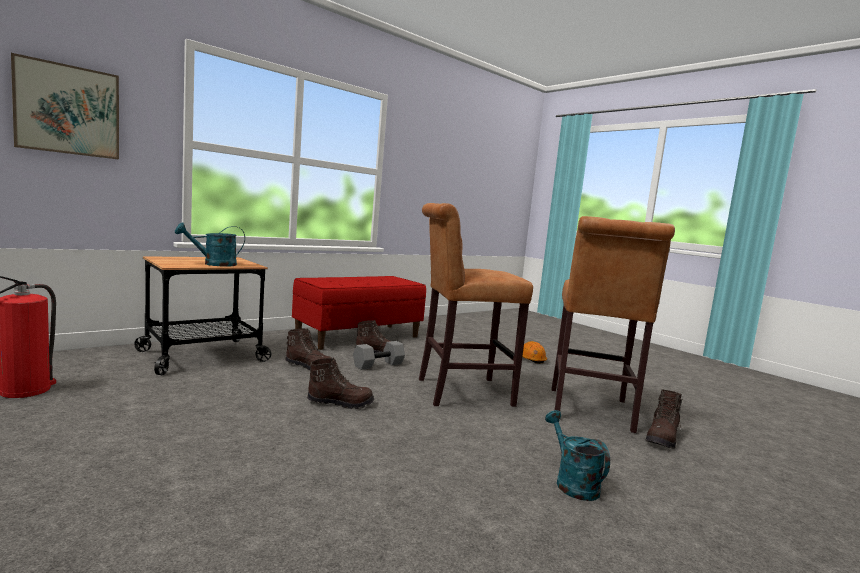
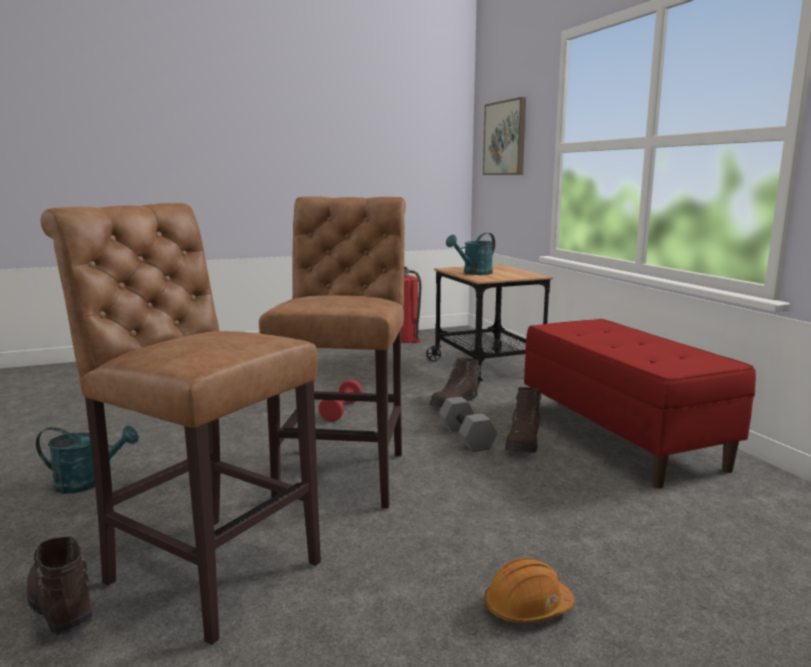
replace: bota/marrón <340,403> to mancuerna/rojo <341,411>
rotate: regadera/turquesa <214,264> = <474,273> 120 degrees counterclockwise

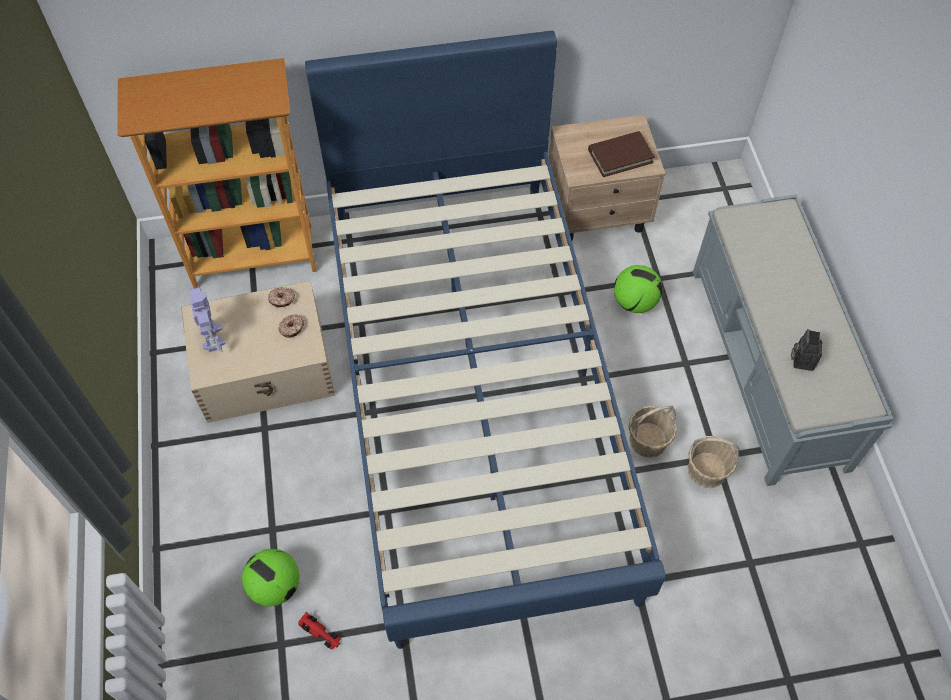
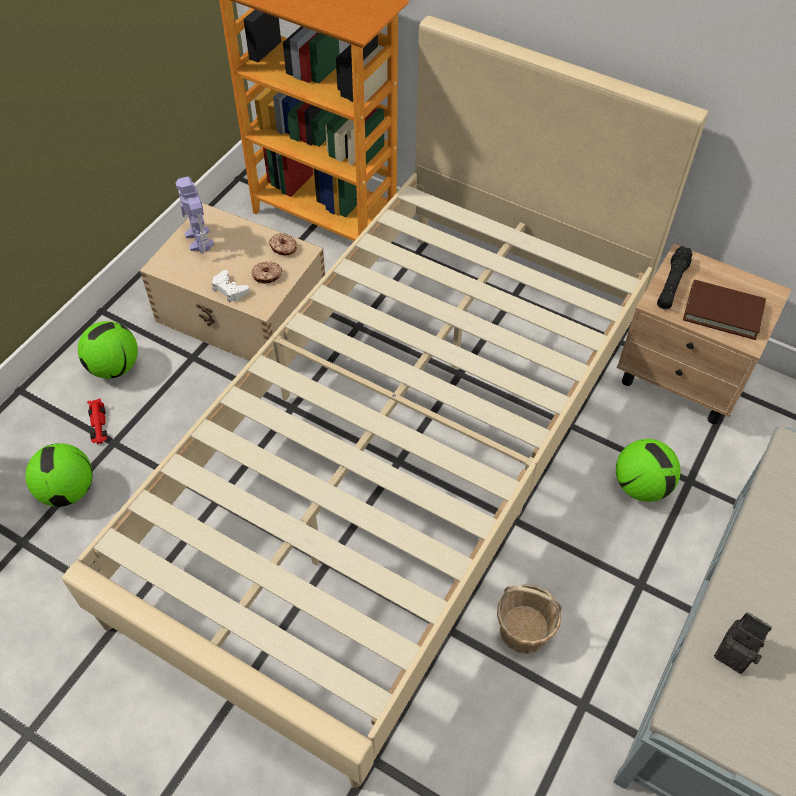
delete: cesta <707,470>
insert: balón de fútbol <115,367>; mando de consola/blanco <229,289>; linterna/negro <672,284>
move: coche de juguete/rojo <320,633> to <98,425>
recolor: cama/azul <475,392> to cama/beis <398,456>
rotate: robot de juguete <212,336> = <199,240> 135 degrees clockwise; cámara <801,359> = <736,653> 75 degrees clockwise

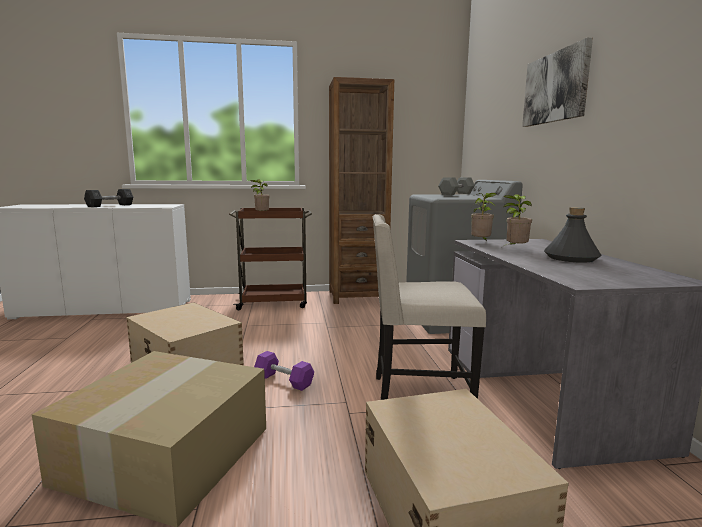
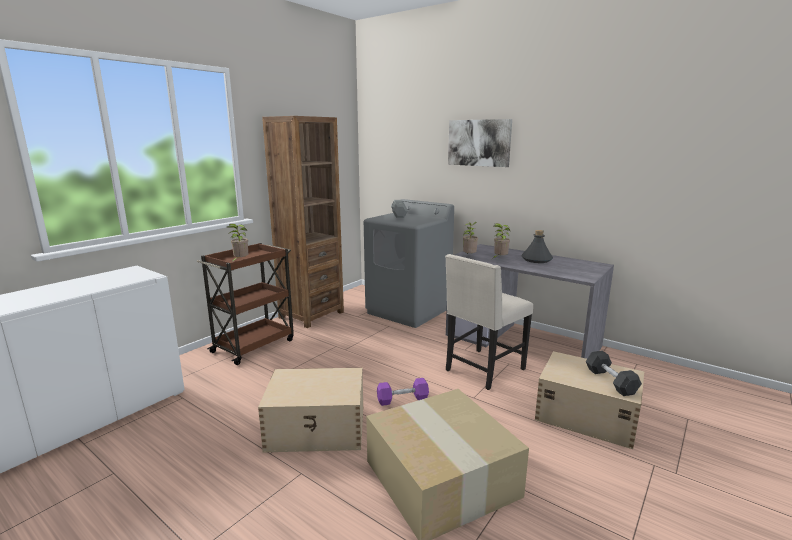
move: mancuerna/gris <110,205> to <610,381>

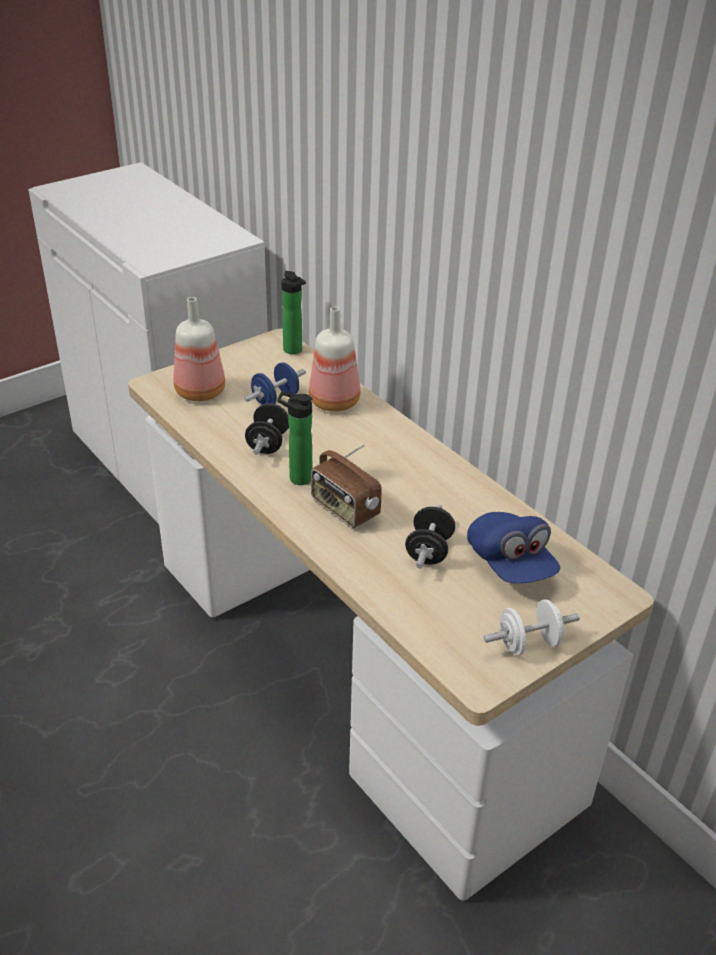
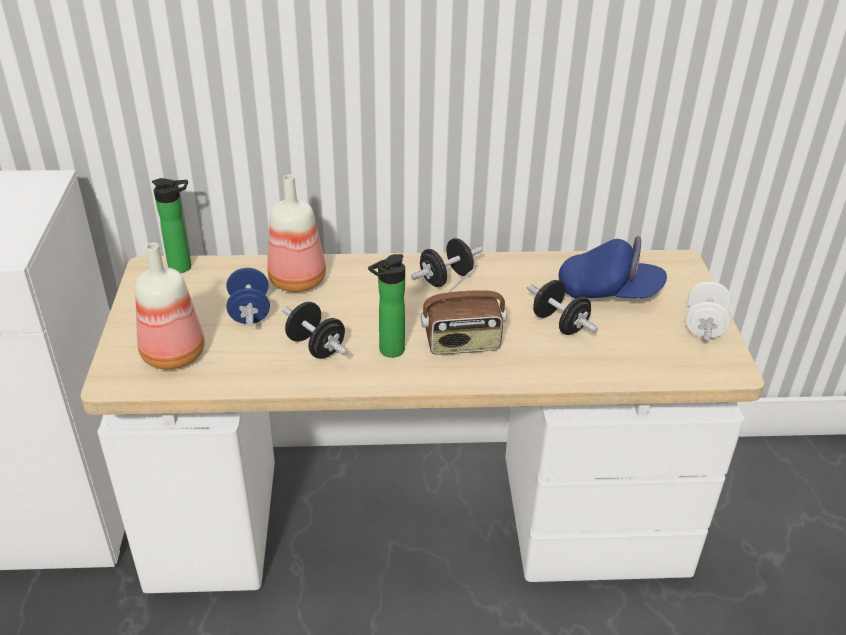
insert: mancuerna/negro <446,278>

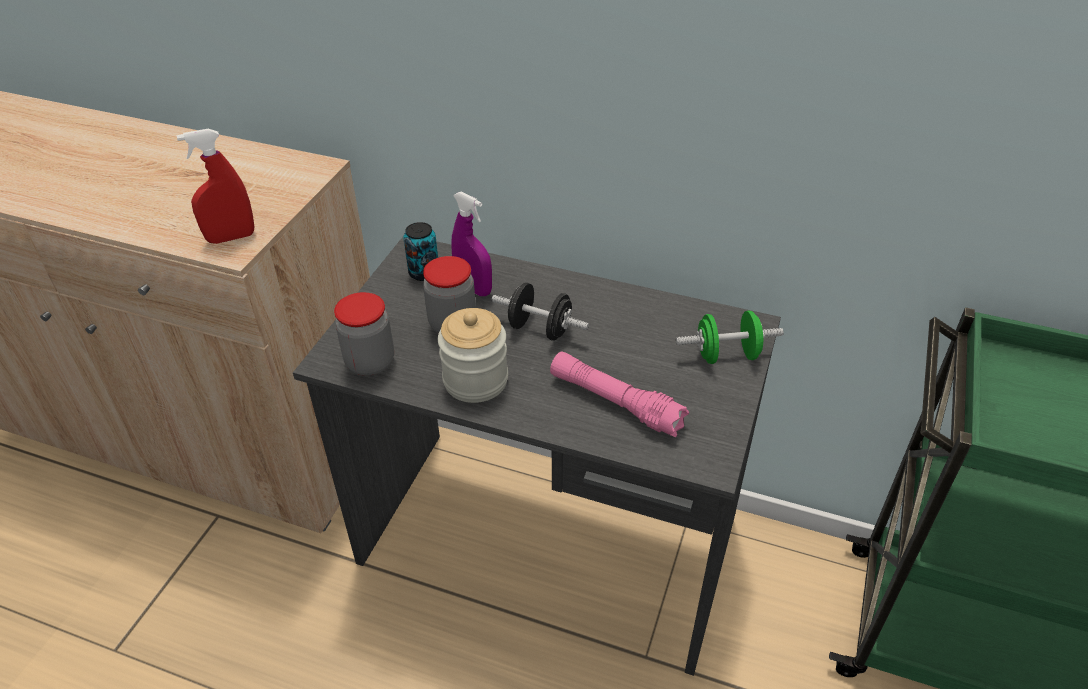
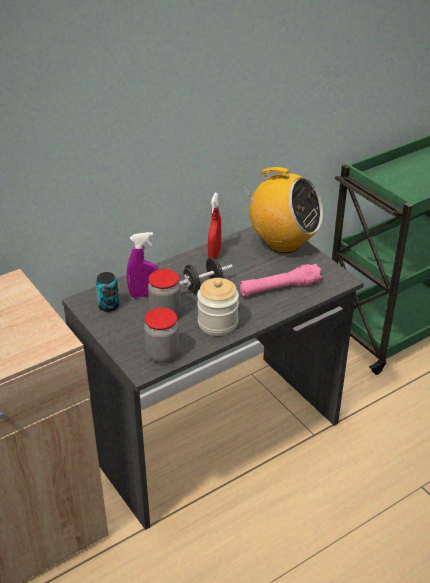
move: pulverizador/rojo <231,237> to <214,254>
replace: mancuerna/verde <726,355> to radio <283,243>

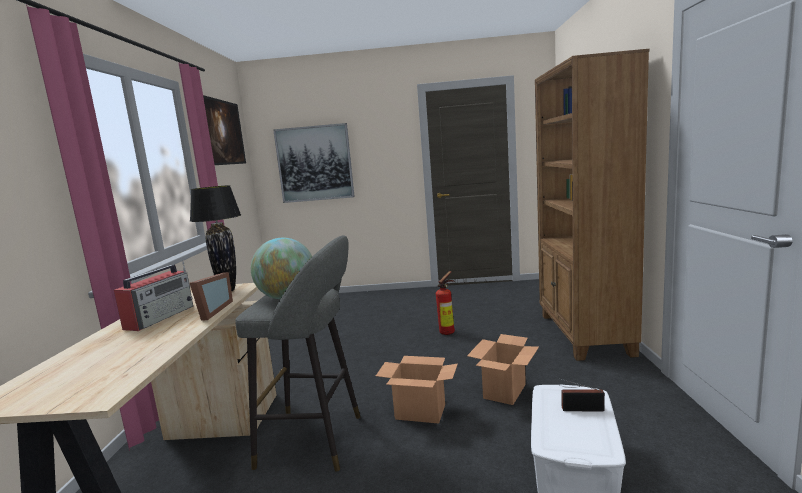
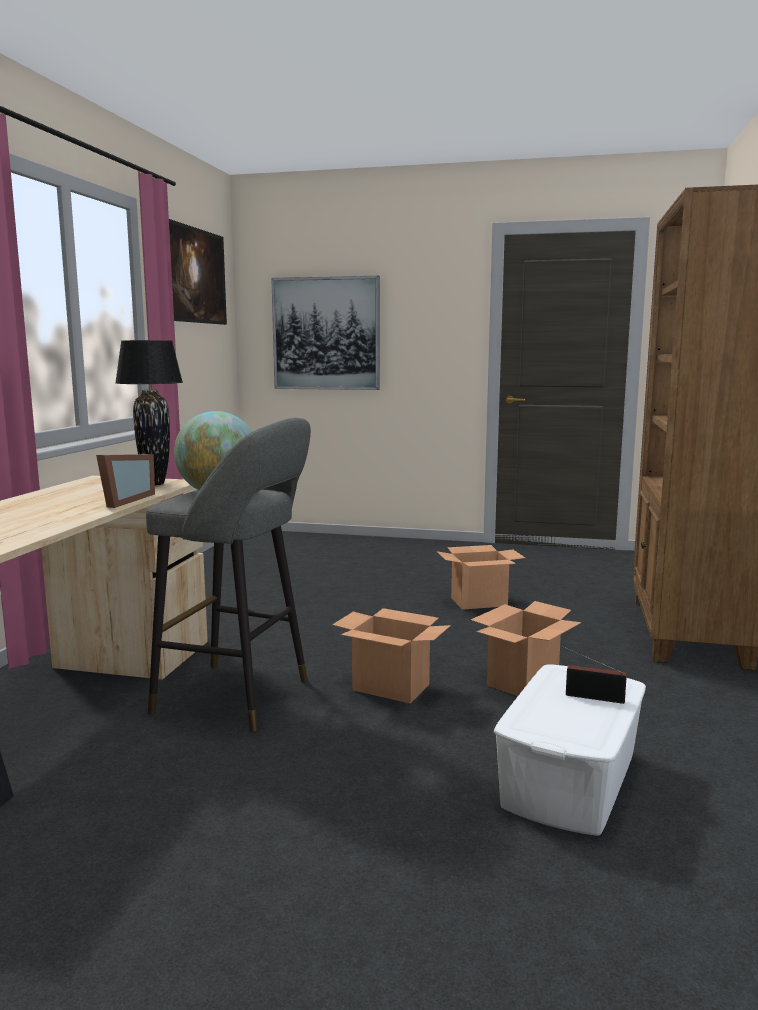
delete: radio <161,317>
replace: extintor <449,332> to caja de cartón <479,602>

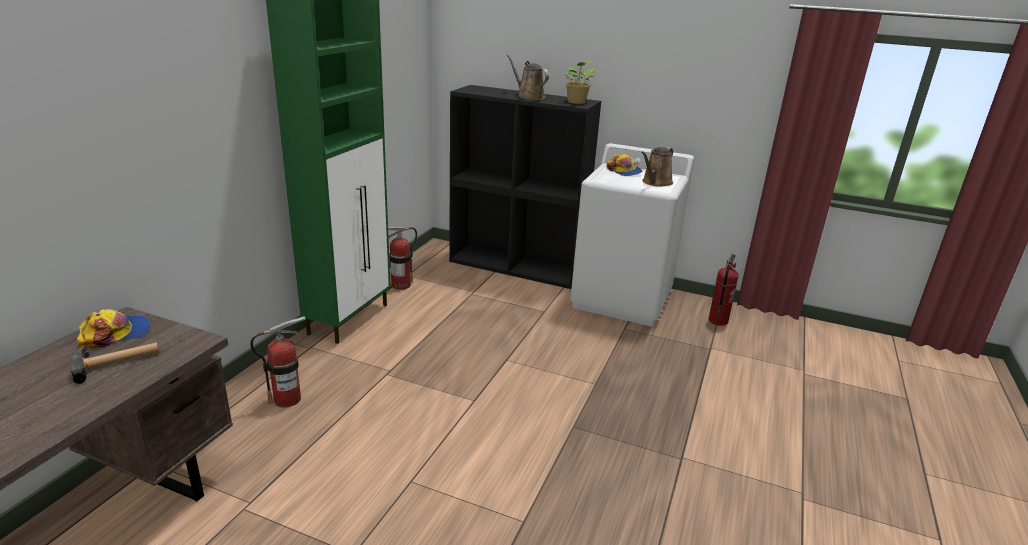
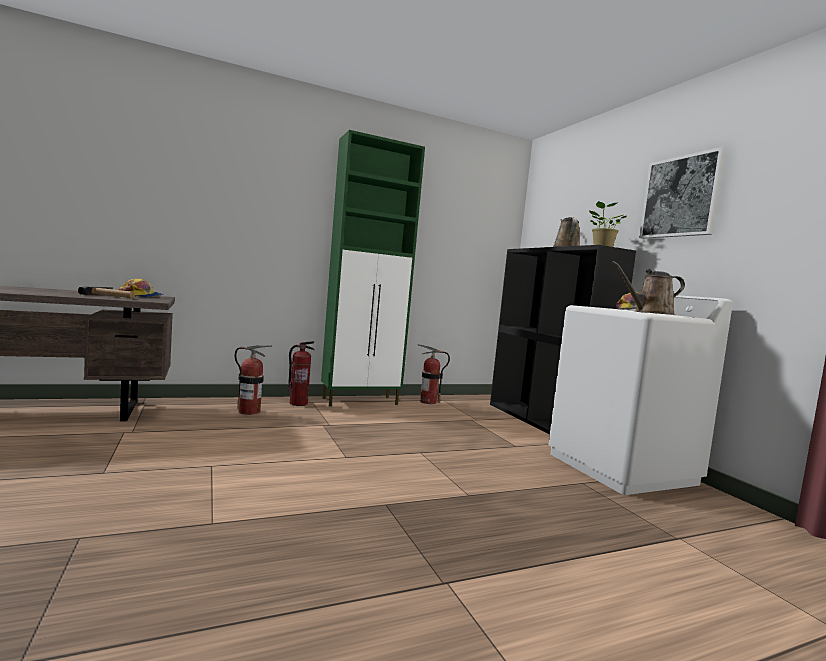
insert: cuadro <681,197>
move: extintor <717,320> to <298,403>

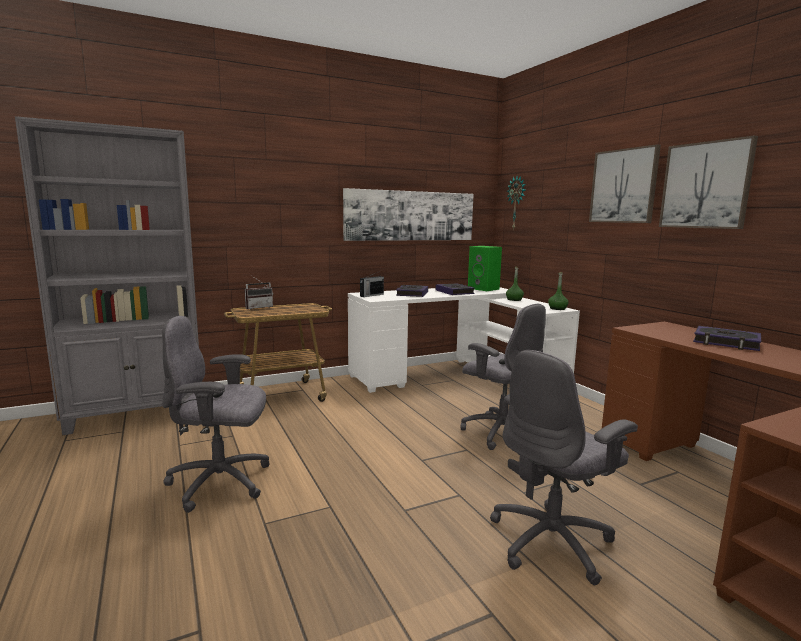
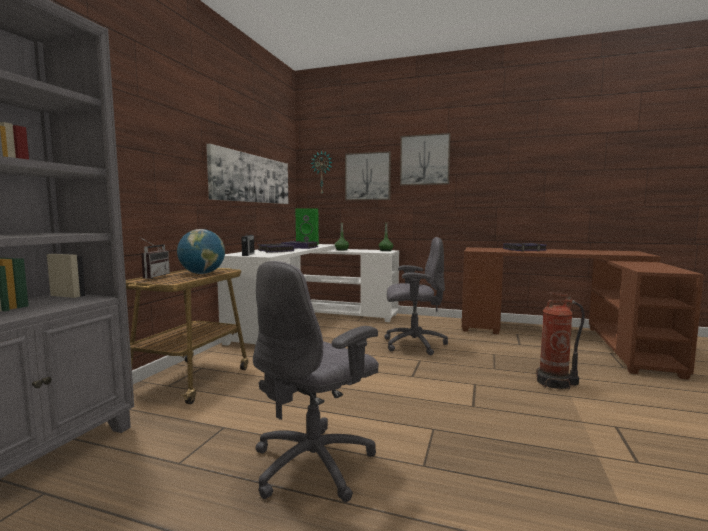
insert: globo terráqueo <202,273>
move: cuadro <705,185> to <368,176>
replace: silla de oficina/gris <552,541> to extintor <555,383>

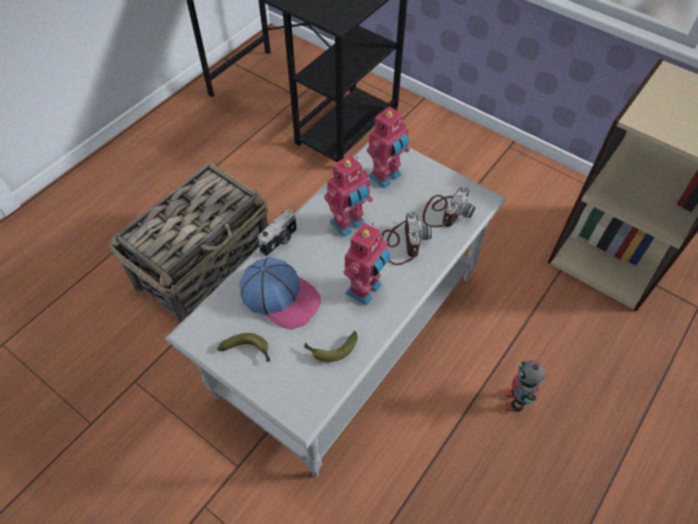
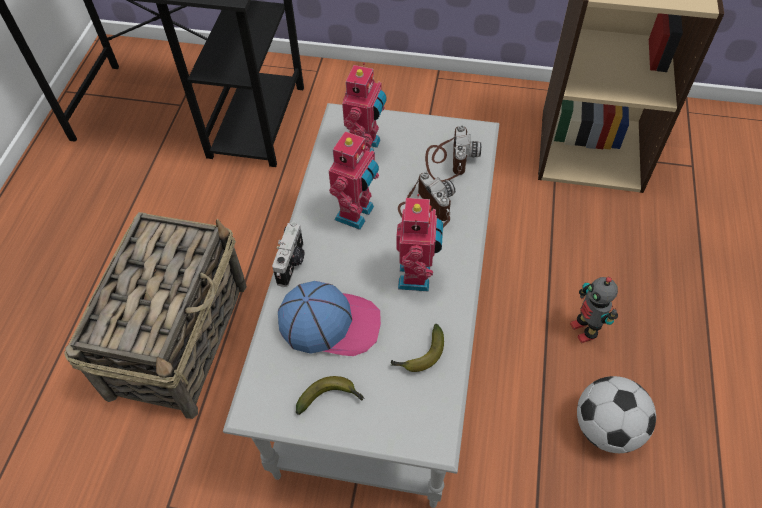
insert: balón de fútbol <606,428>

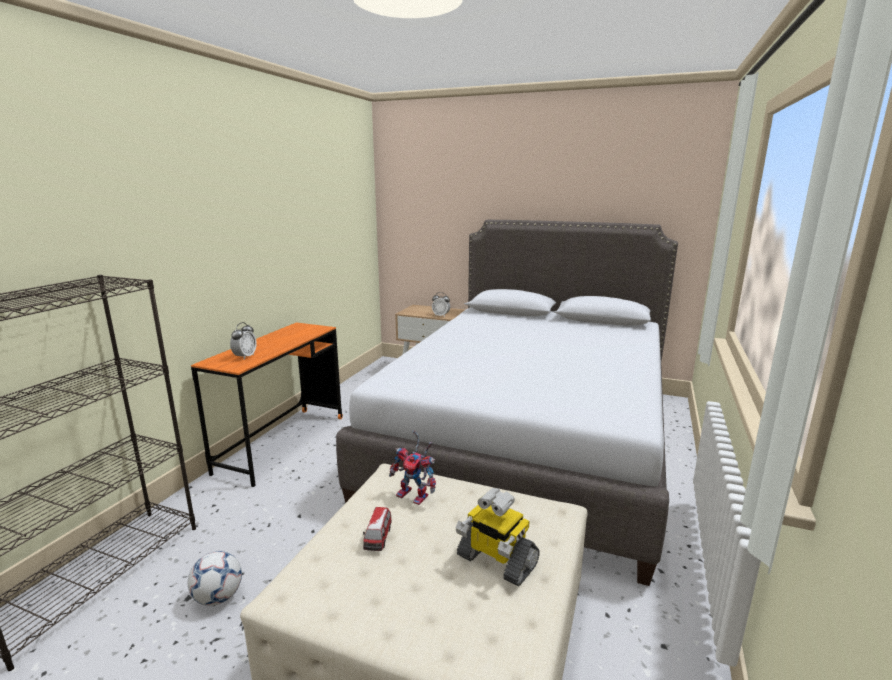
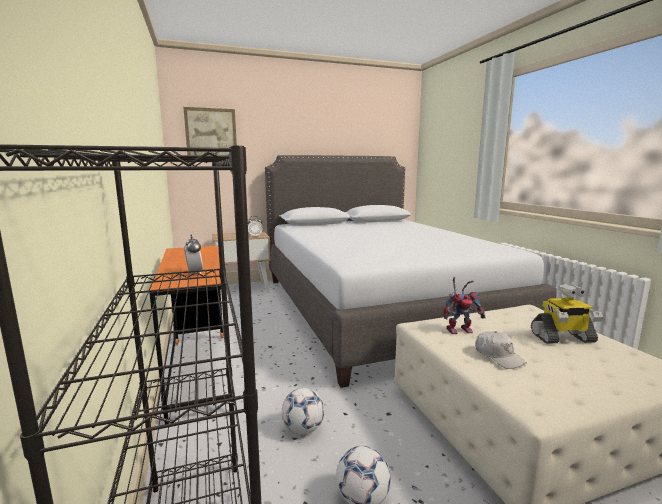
insert: cuadro <211,133>; balón de fútbol <303,429>
replace: coche de juguete <378,539> to gorra/blanco <499,356>

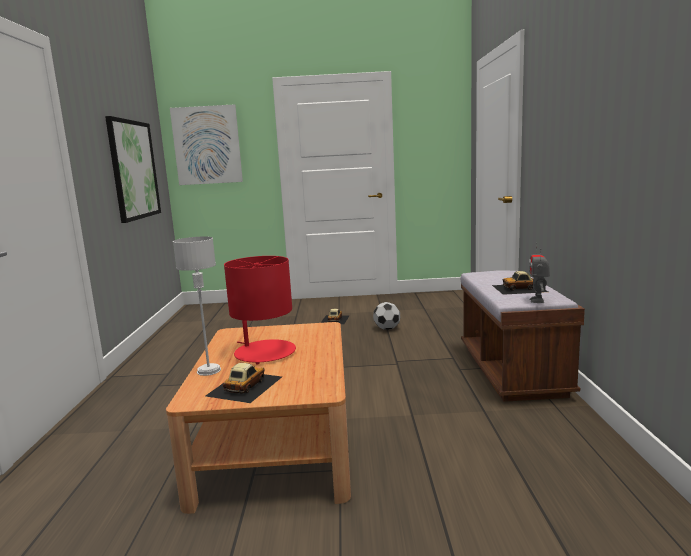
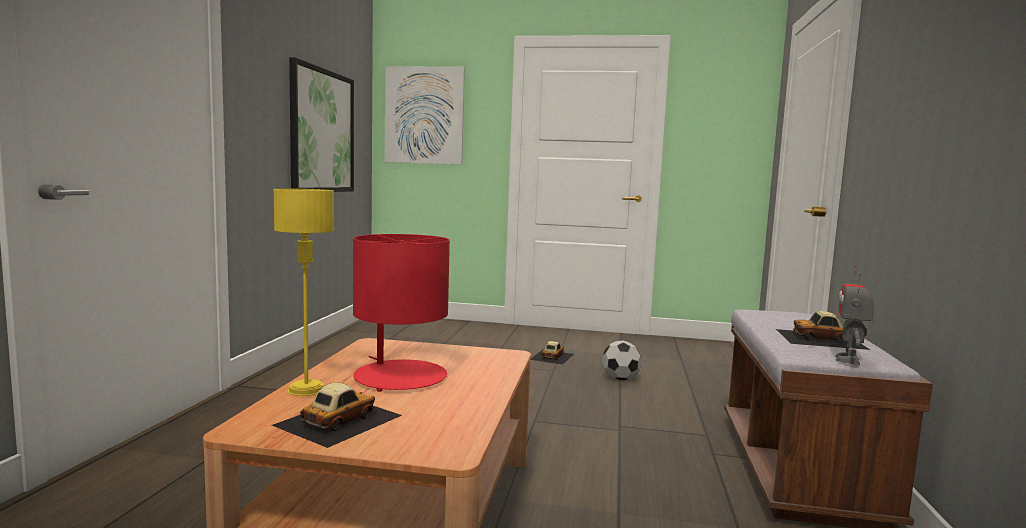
recolor: lámpara de mesa/gris <209,370> to lámpara de mesa/amarillo <307,389>

